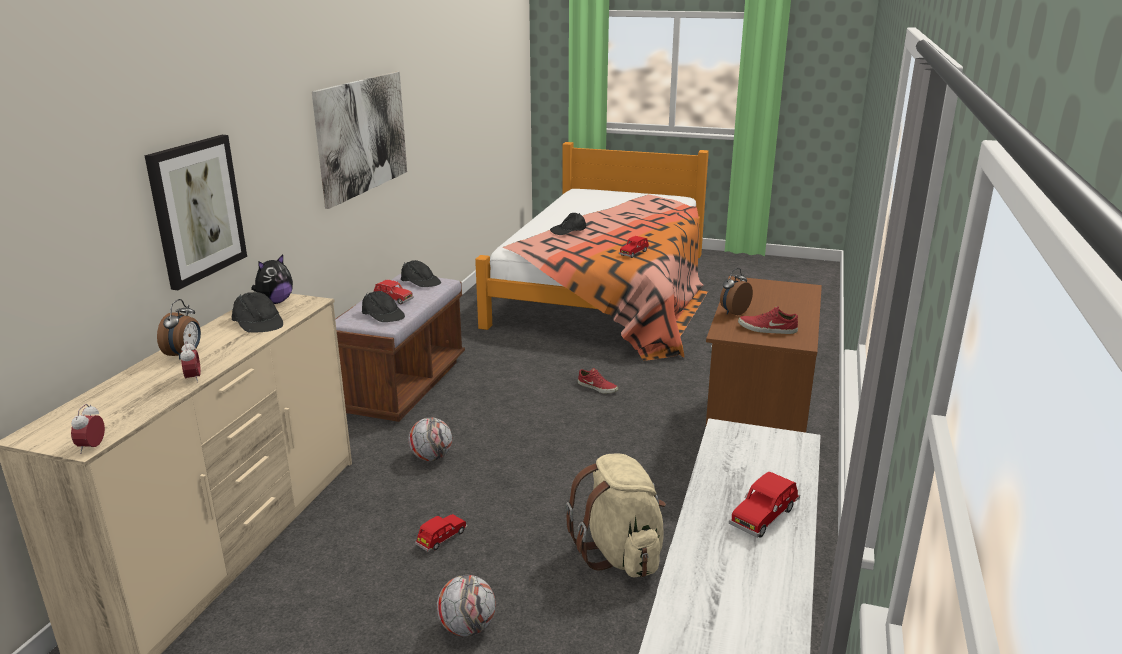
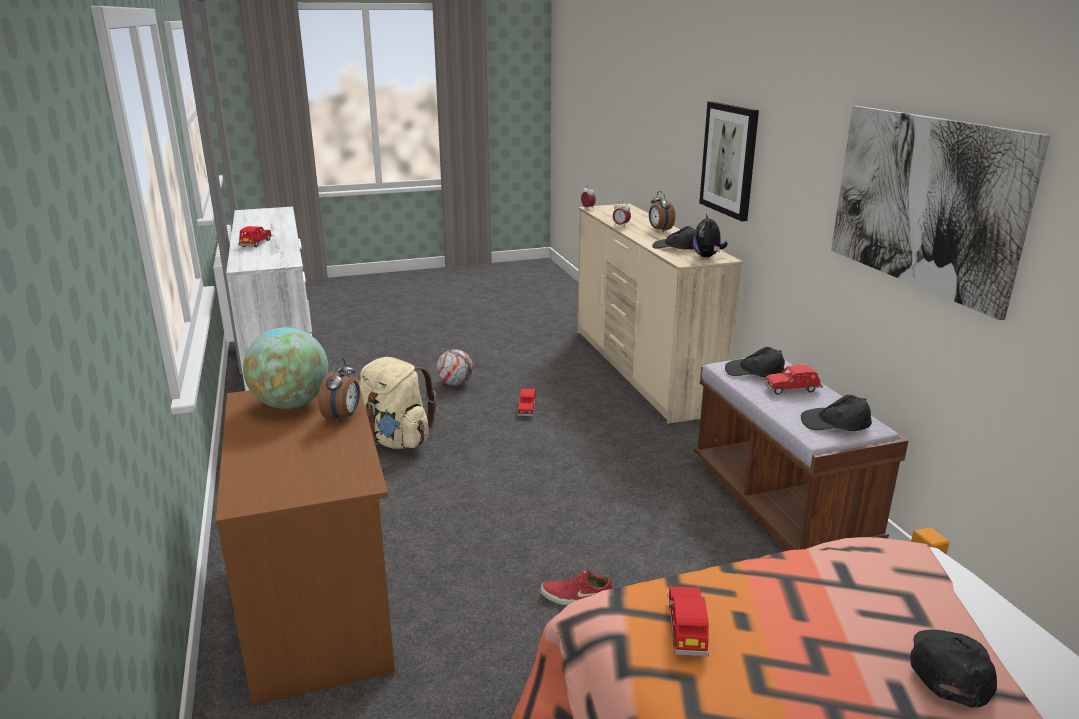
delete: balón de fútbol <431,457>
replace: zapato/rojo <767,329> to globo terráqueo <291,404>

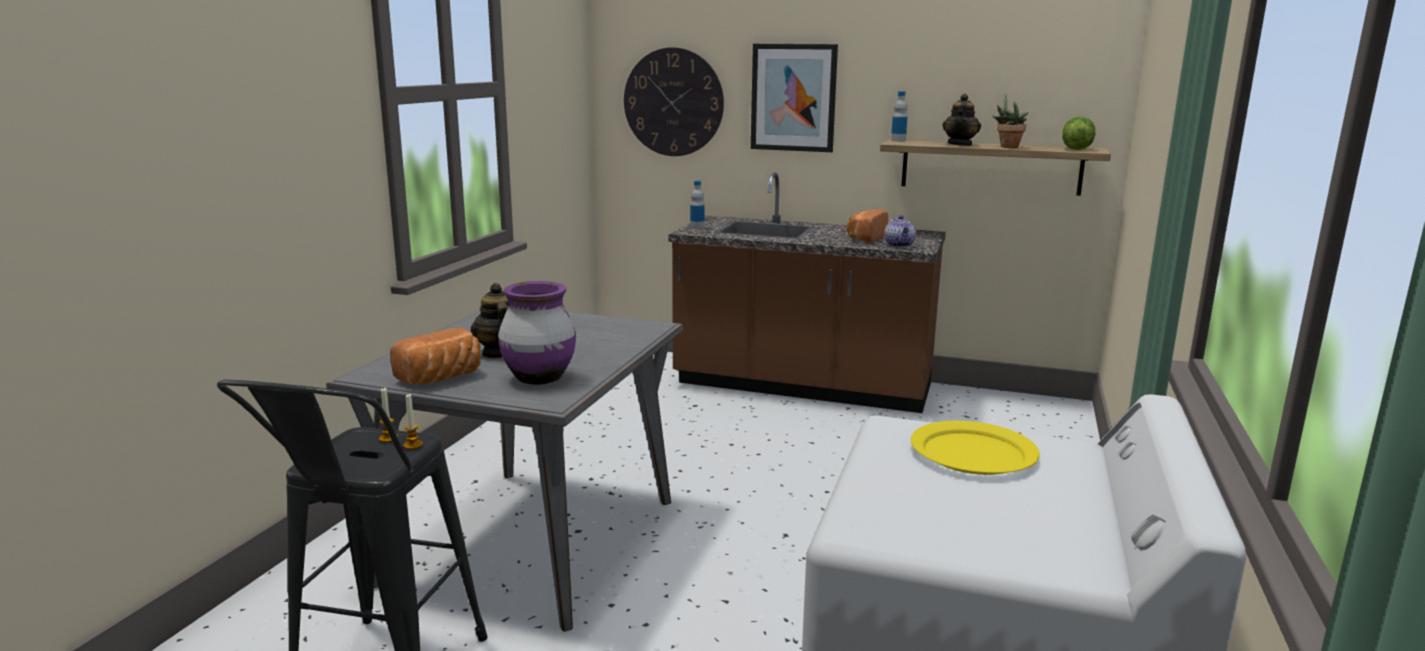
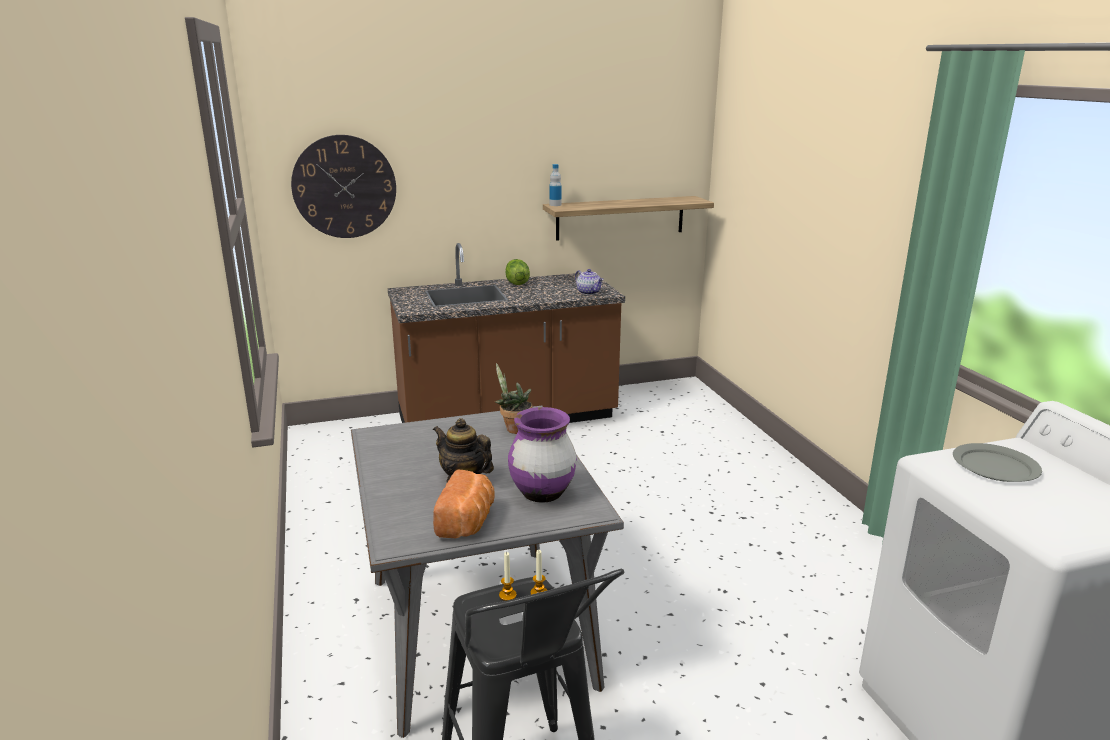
delete: botella <697,227>; cuadro <793,97>; pan <865,238>; tetera <960,144>
move: planta en maceta <1007,147> to <513,428>; lechuga <1076,149> to <516,283>
recolor: plato/amarillo <973,453> to plato/gris <994,466>

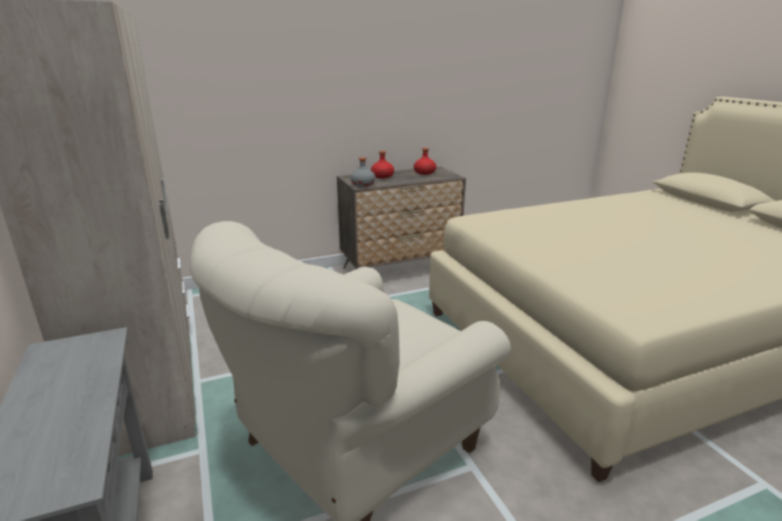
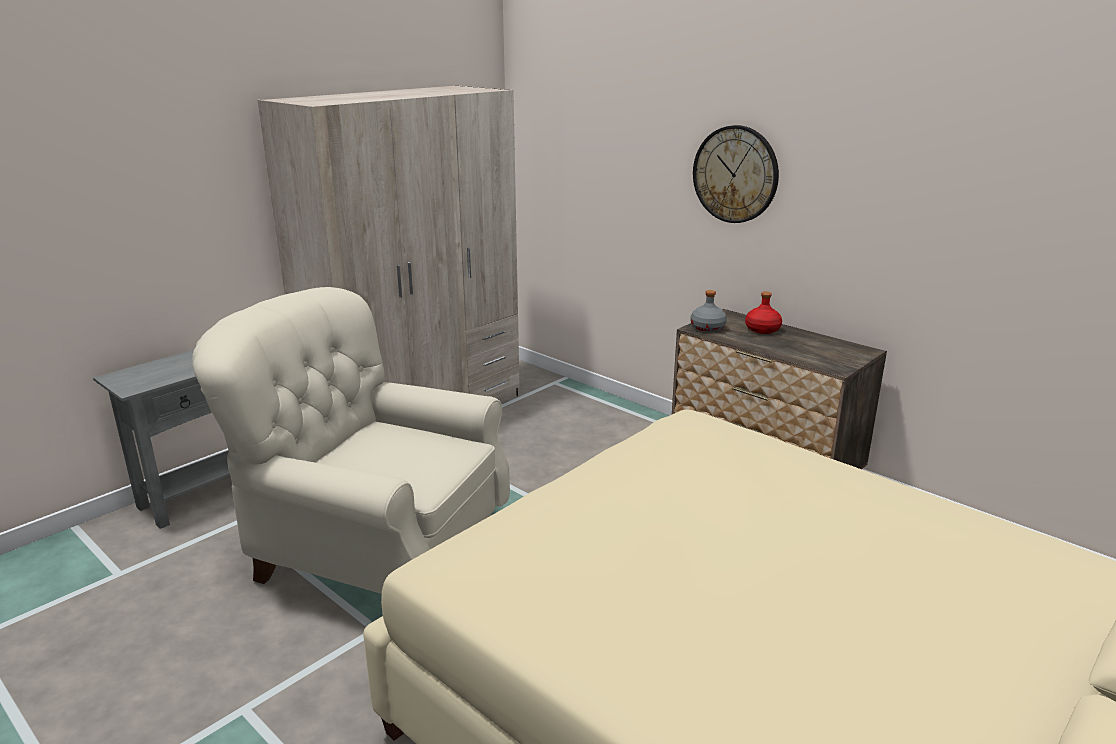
delete: botella/rojo <425,172>
insert: reloj de pared <735,174>

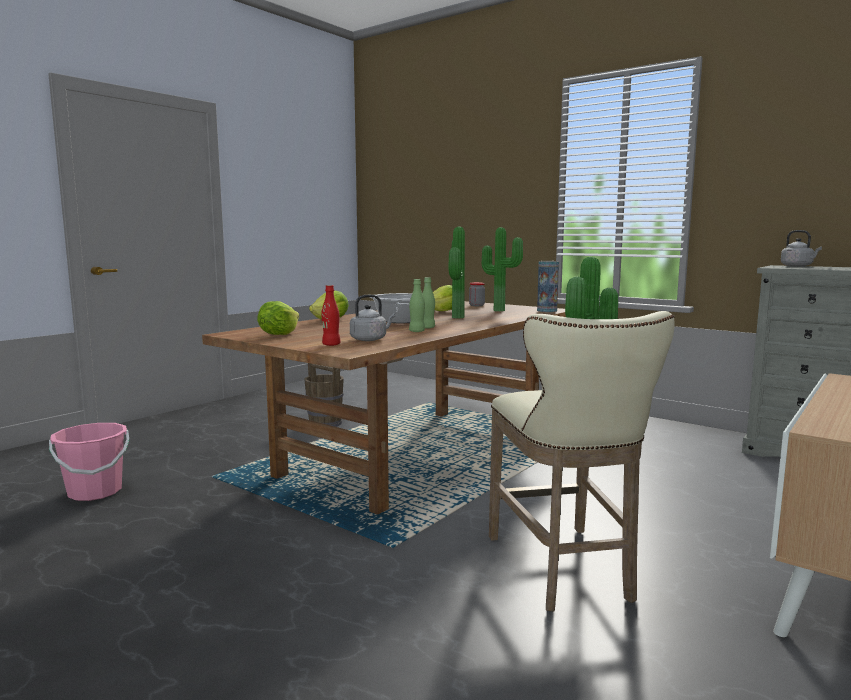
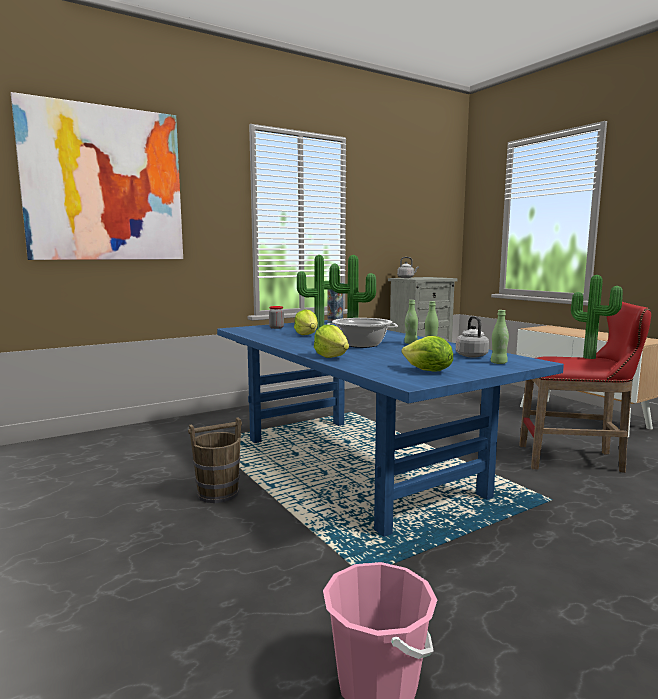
insert: cuadro <104,184>
recolor: mesa de comedor/marrón <415,454> to mesa de comedor/azul <357,466>; botella/rojo <331,345> to botella/verde <498,363>; taburete/beis <563,571> to taburete/rojo <576,460>

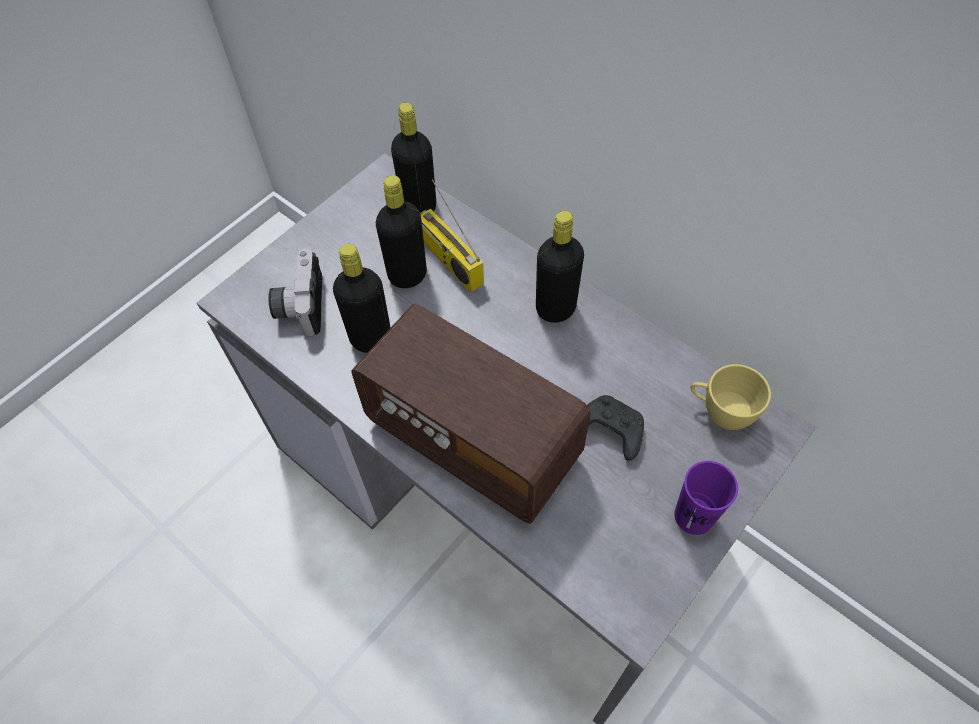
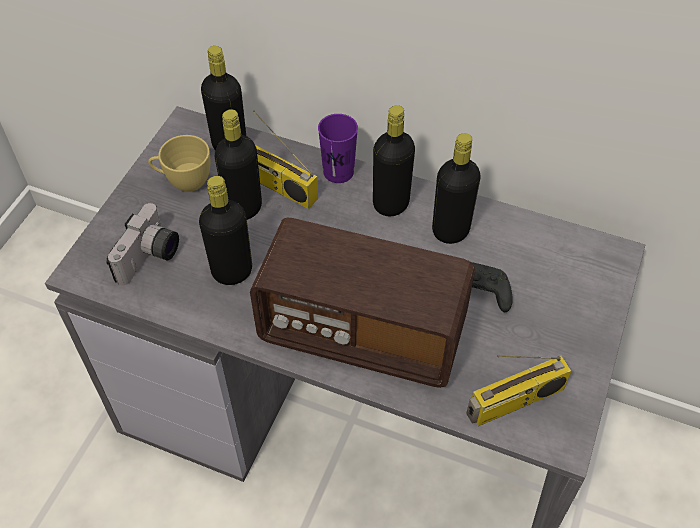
insert: botella/negro <450,230>; radio <515,402>
move: taza/morado <693,516> to <338,172>; taza/amarillo <720,412> to <183,181>
rotate: cámara <299,304> = <150,258> 135 degrees counterclockwise

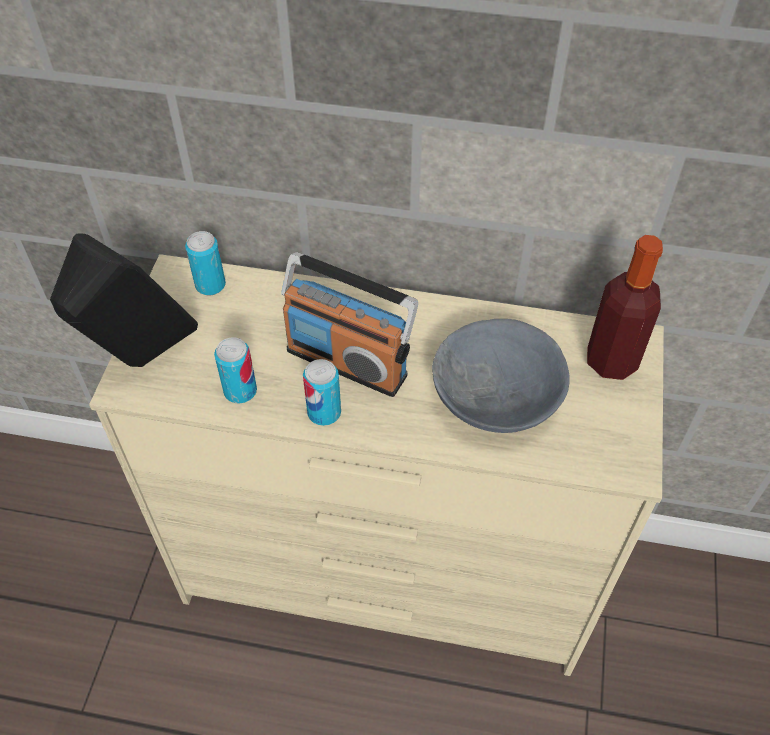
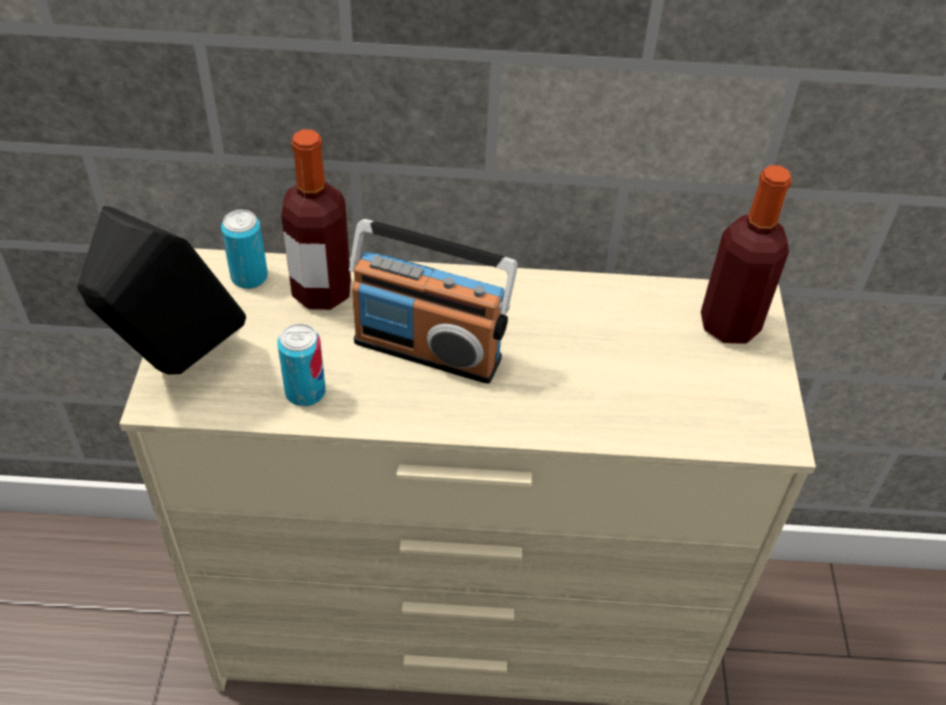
delete: lata <324,412>; cuenco/gris <497,397>
insert: botella <322,292>

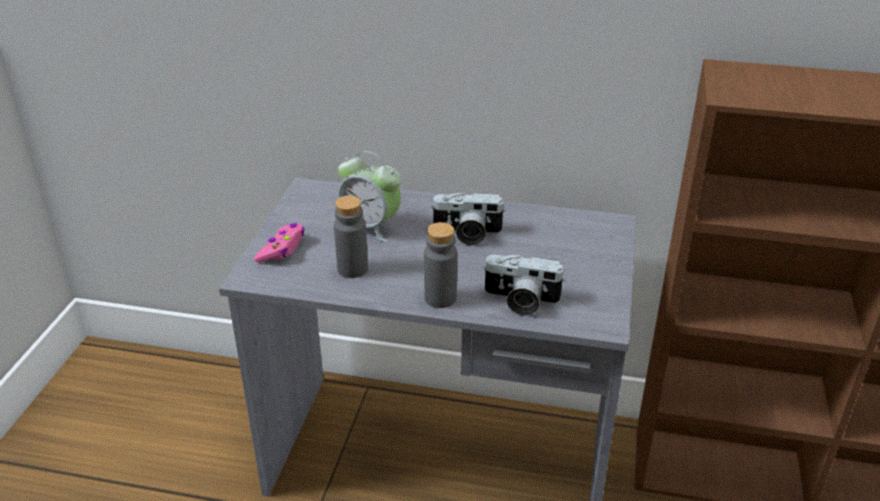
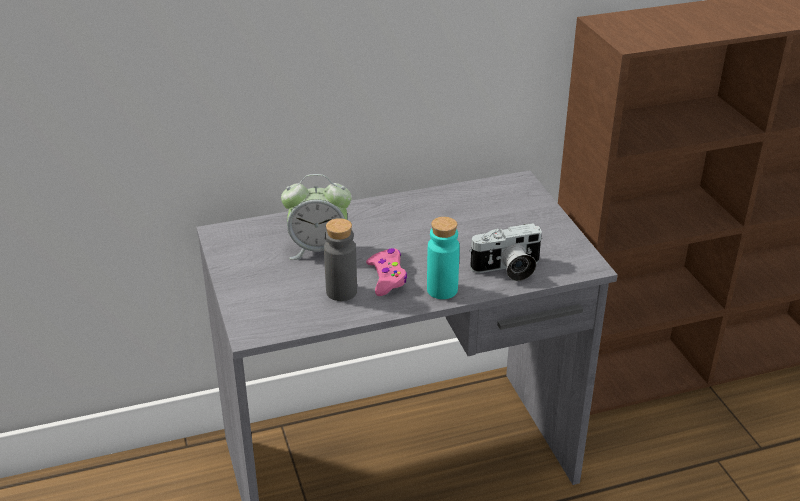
delete: cámara <466,234>
move: mando de consola/rosa <282,249> to <387,277>
recolor: botella/gris <440,298> to botella/turquesa <442,290>

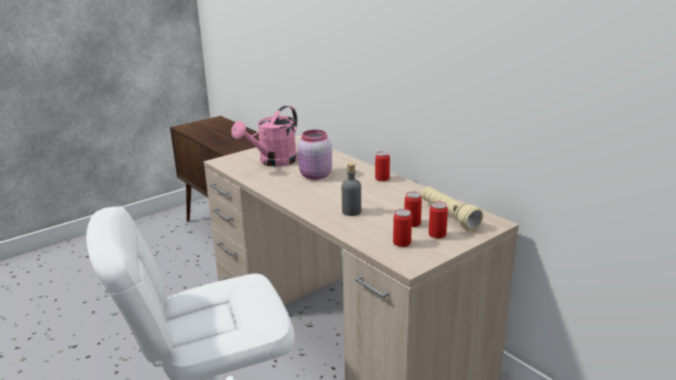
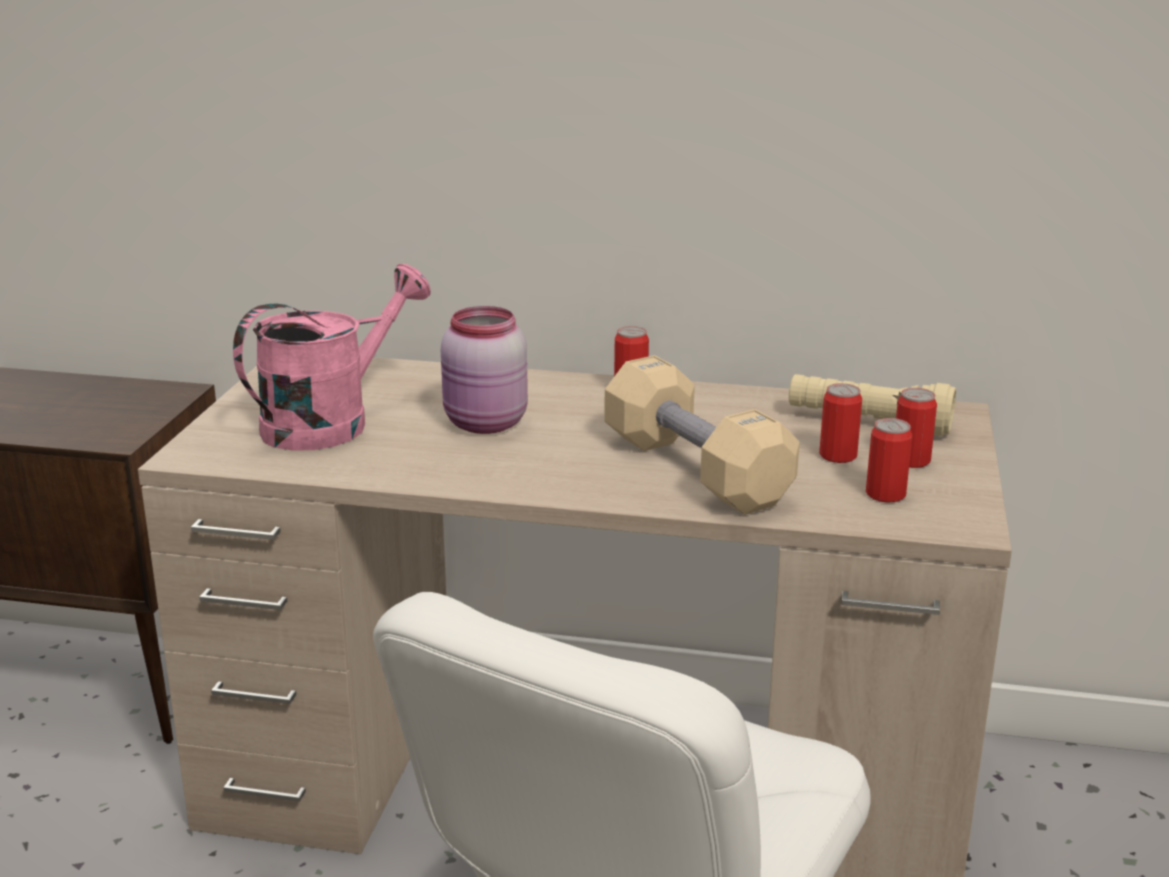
replace: botella/gris <351,211> to mancuerna/beis <695,470>
rotate: regadera/rosa <273,162> = <331,422> 135 degrees counterclockwise

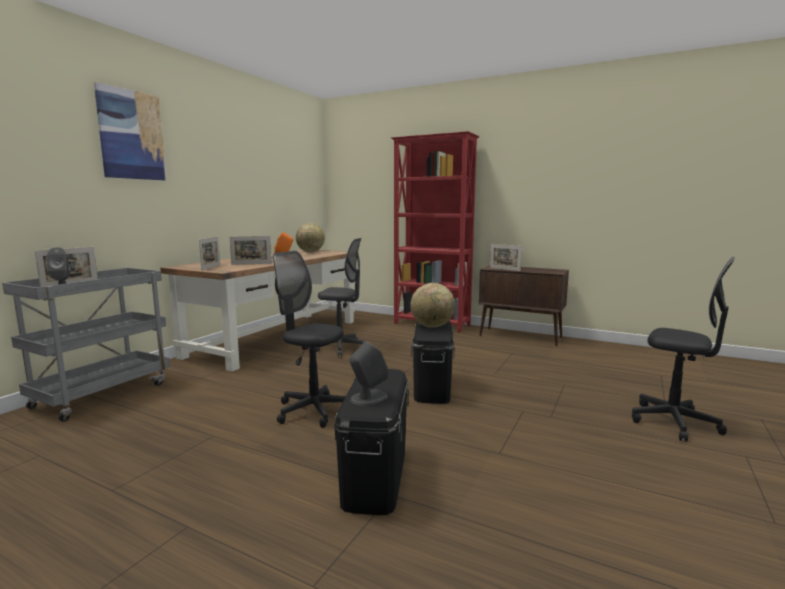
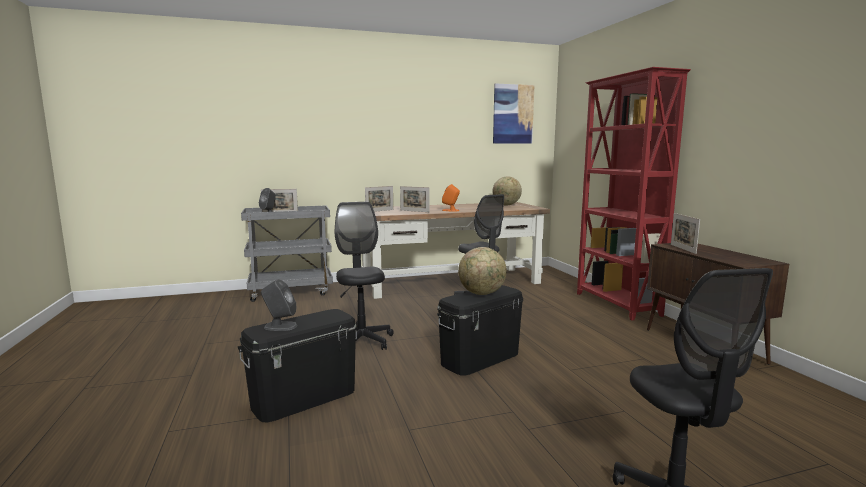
move: cuadro <131,135> to <513,114>

